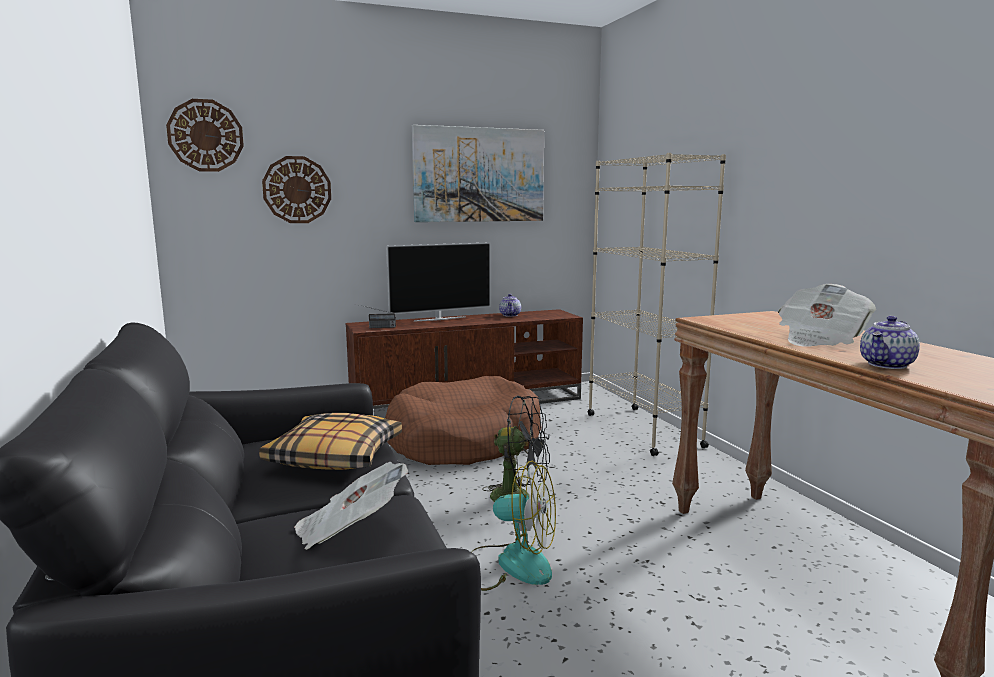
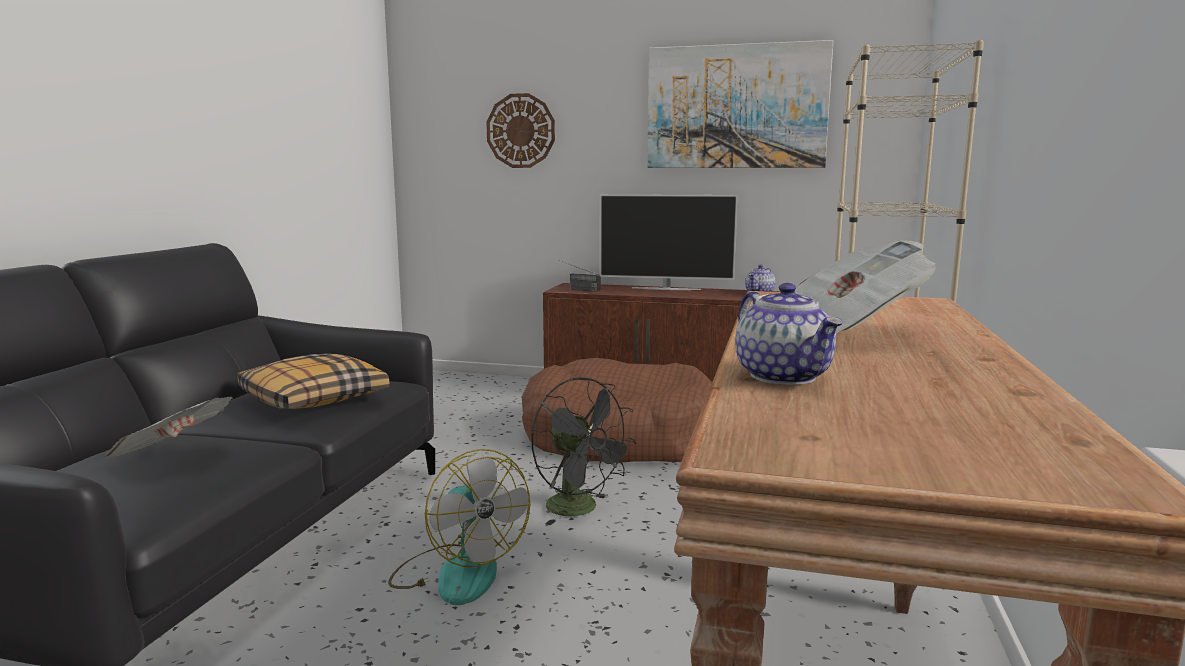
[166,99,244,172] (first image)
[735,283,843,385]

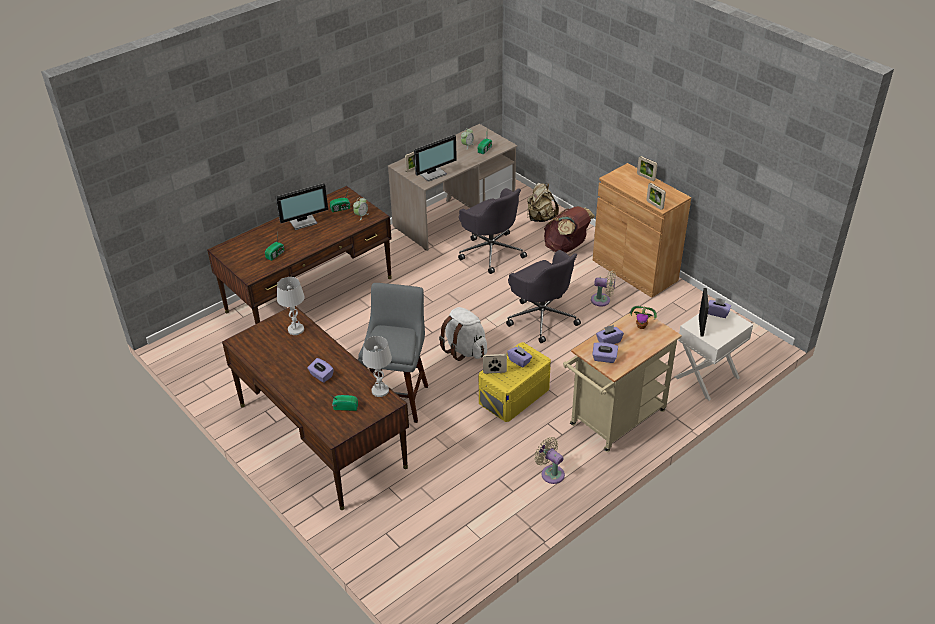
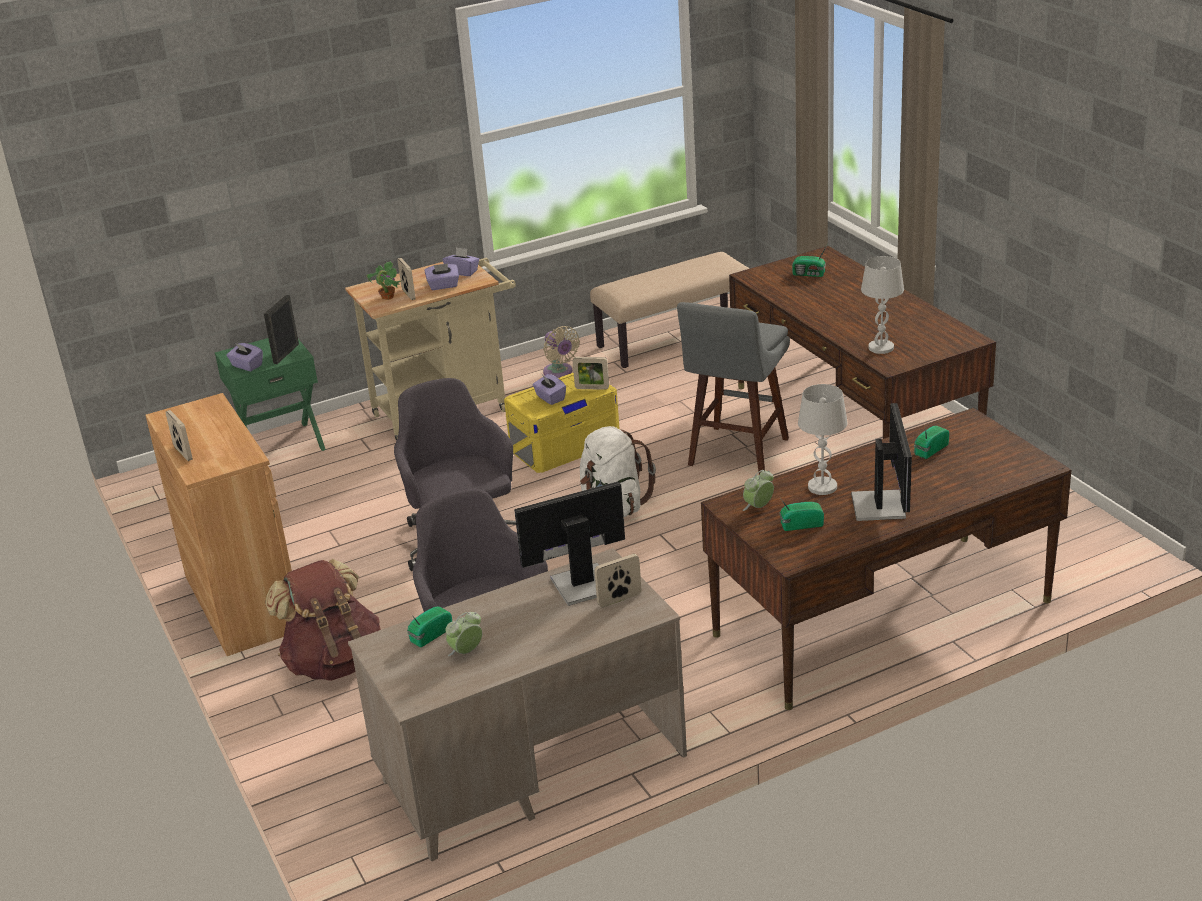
[851,403,912,521]
[307,358,334,383] (first image)
[798,384,848,495]
[527,183,559,222] (first image)
[591,270,616,306] (first image)
[397,258,416,300]
[215,338,326,451]
[590,252,750,368]

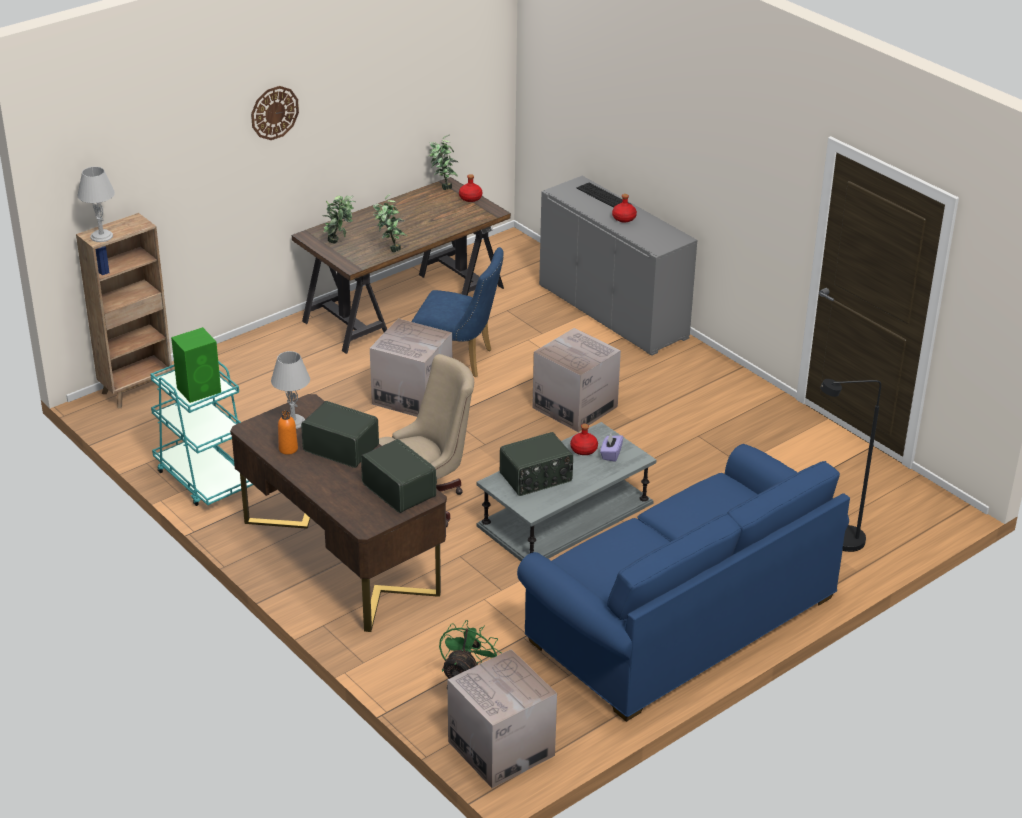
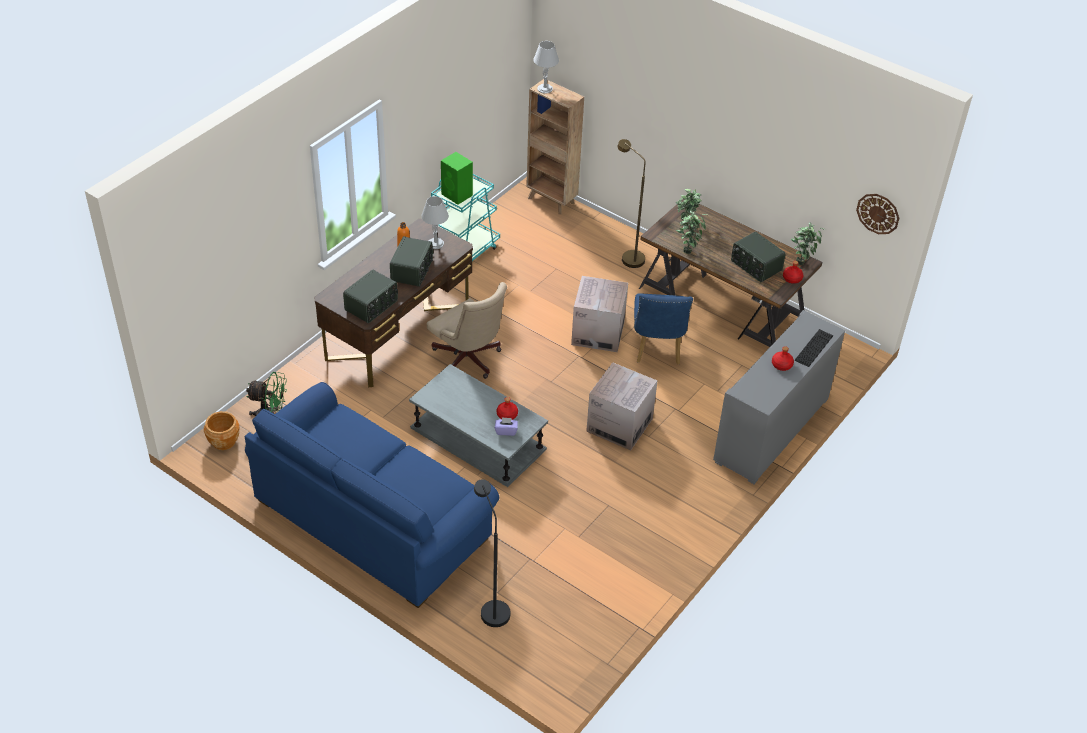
[856,194,899,234]
[204,411,239,450]
[731,232,785,282]
[617,139,645,268]

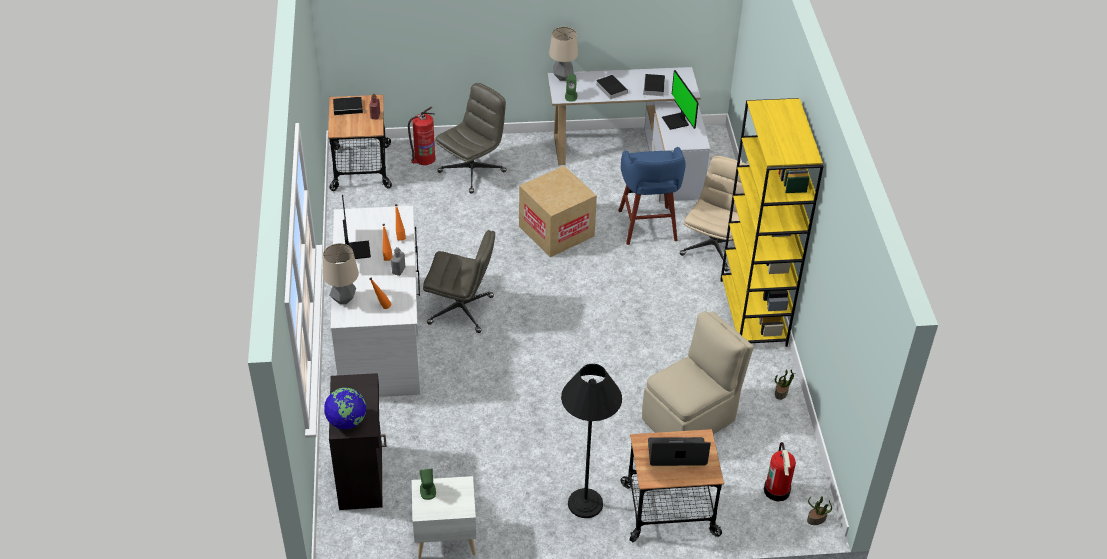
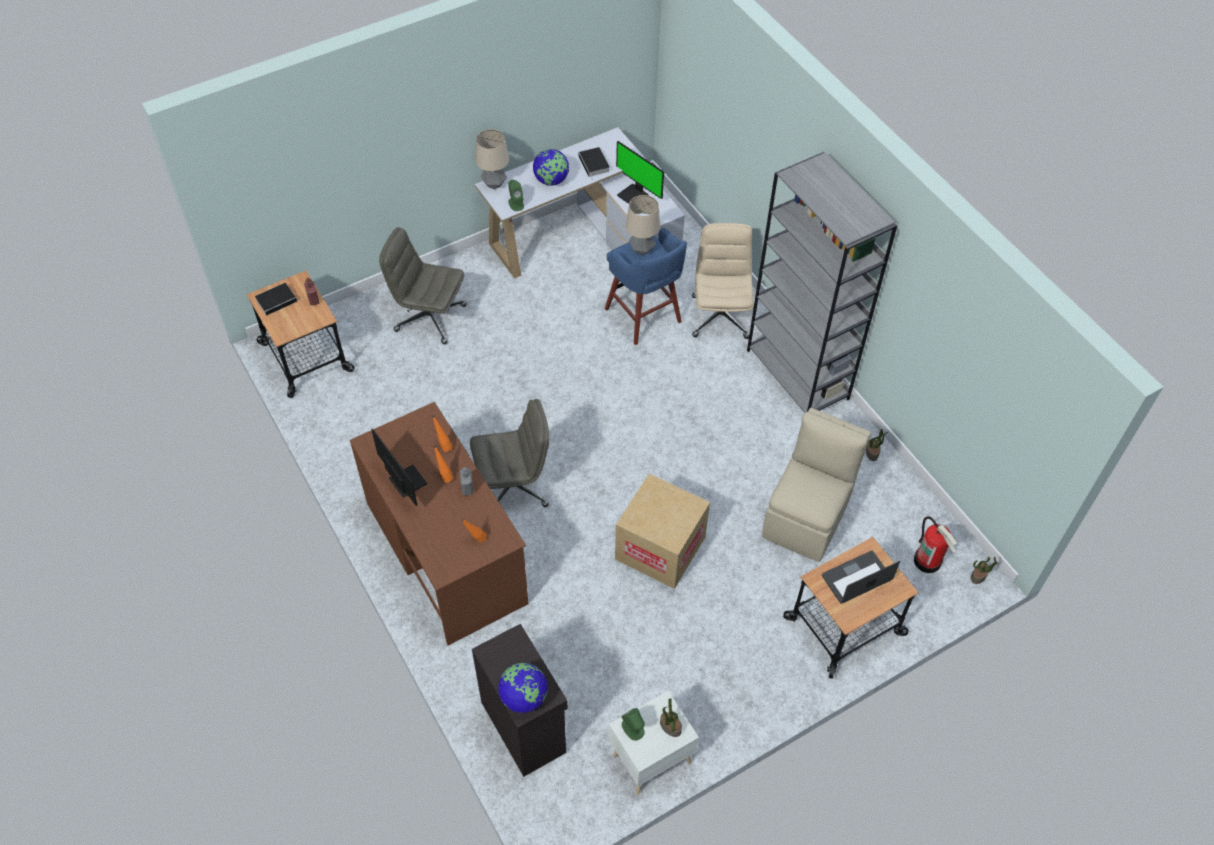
[626,195,660,255]
[350,402,529,646]
[408,106,436,165] (first image)
[379,227,467,344]
[615,474,710,589]
[561,364,622,518] (first image)
[533,149,569,186]
[747,152,898,413]
[660,698,682,737]

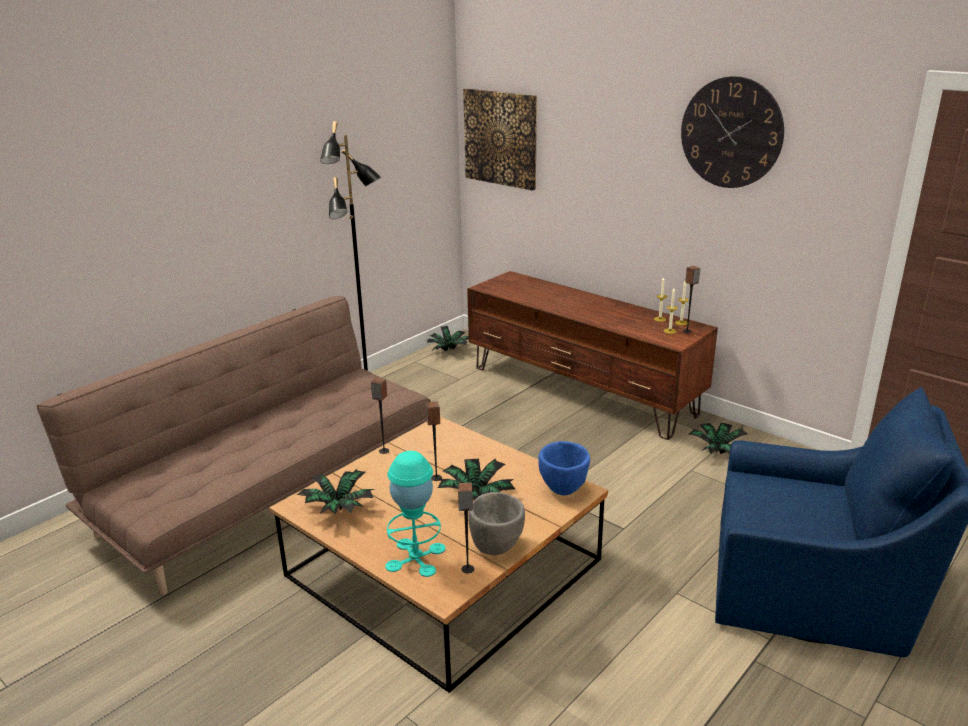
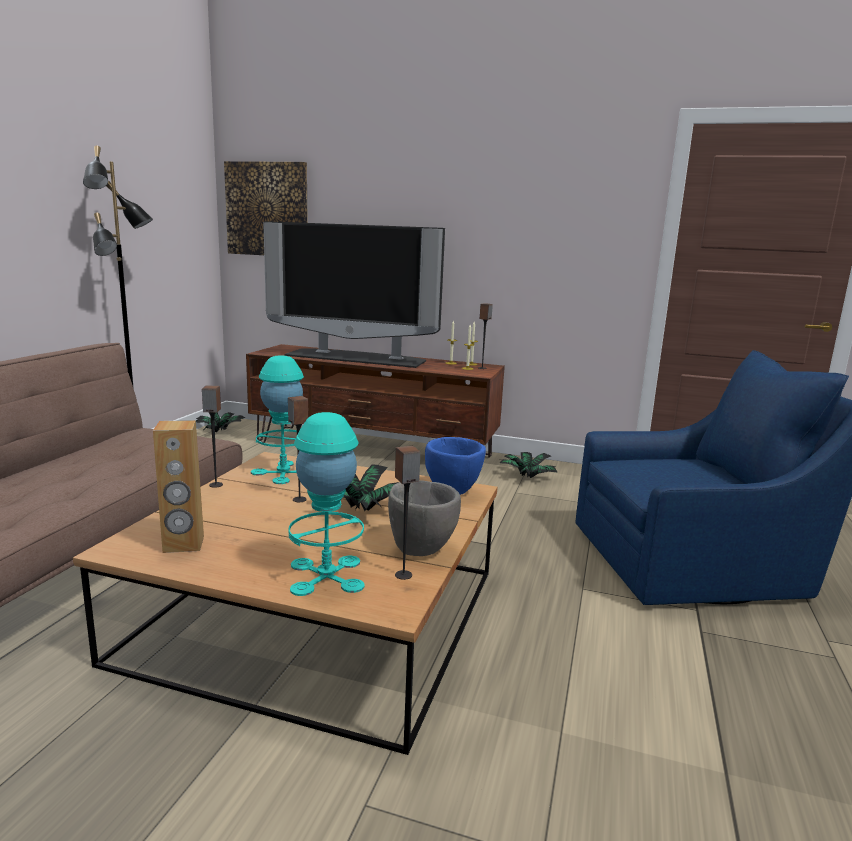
[153,420,204,553]
[681,76,784,188] (first image)
[251,355,304,484]
[263,221,445,368]

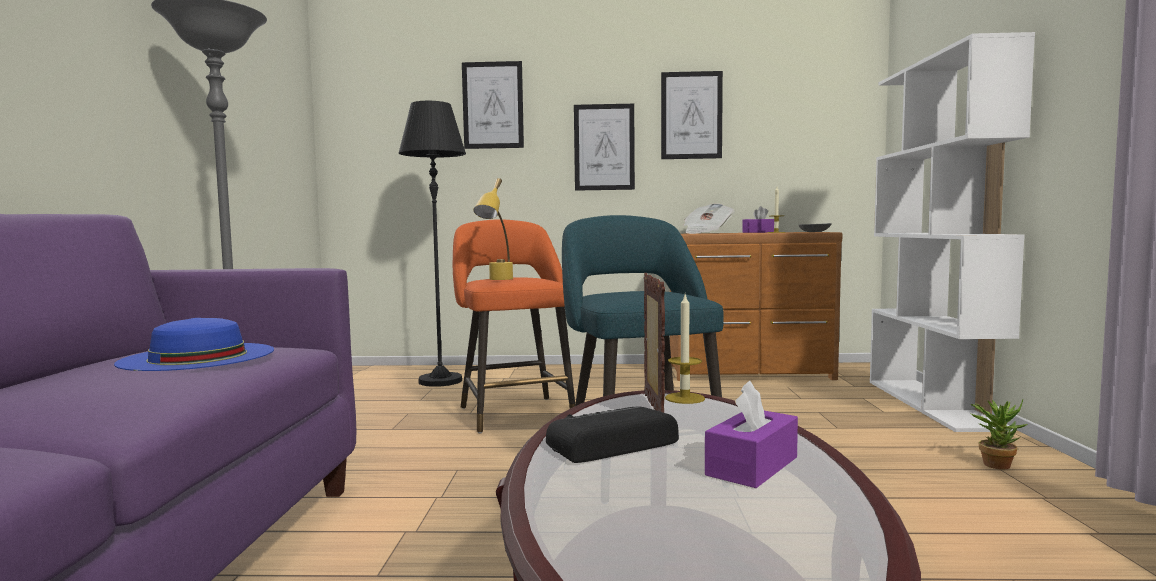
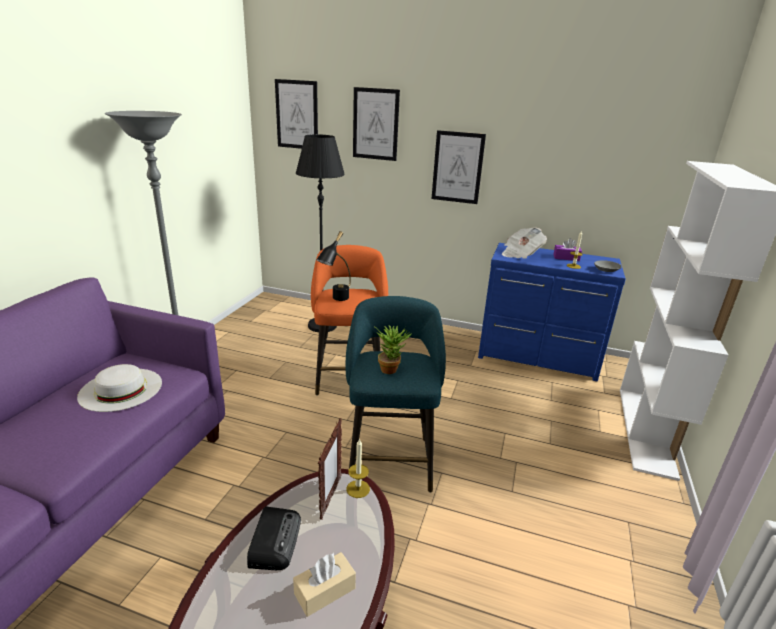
[77,364,162,412]
[316,231,351,301]
[247,507,301,570]
[275,79,318,149]
[478,243,626,382]
[293,552,356,617]
[375,325,412,374]

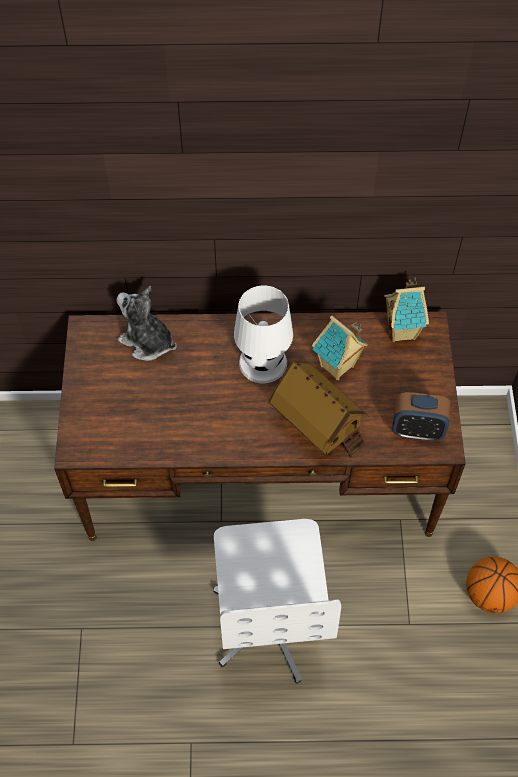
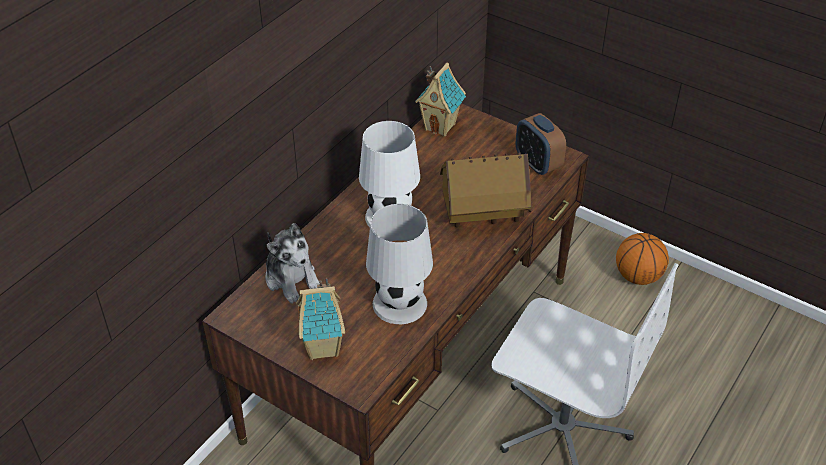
[265,223,320,303]
[296,278,345,360]
[516,113,566,175]
[366,204,433,324]

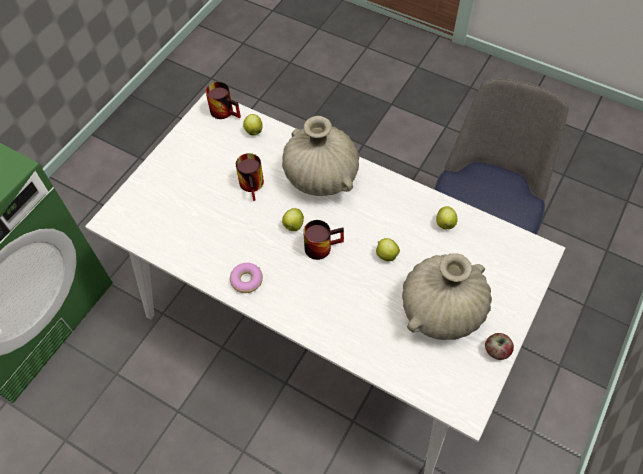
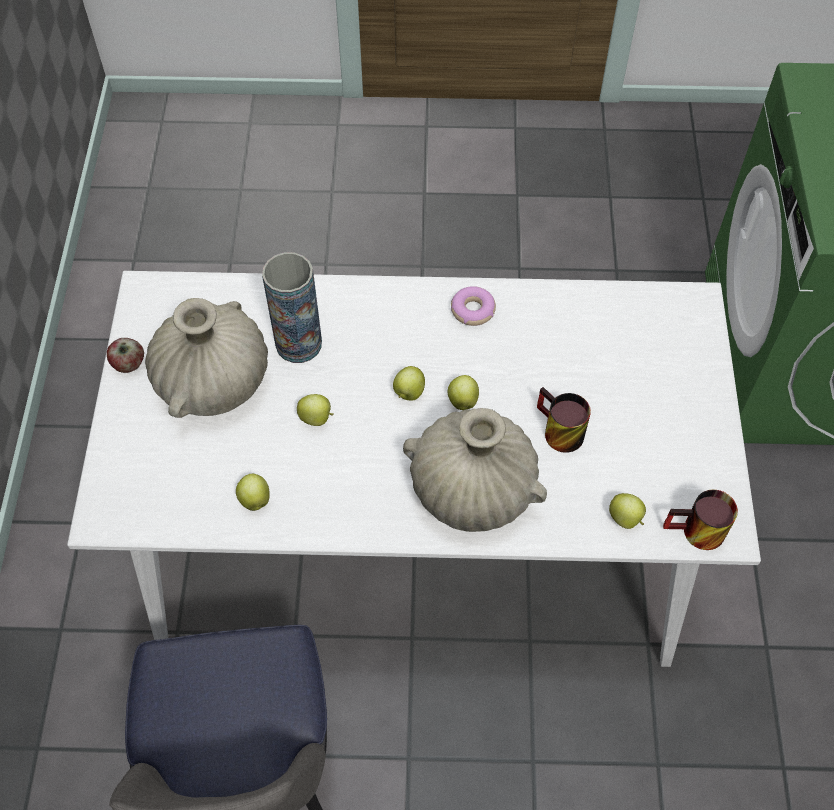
[393,366,425,401]
[262,252,322,363]

